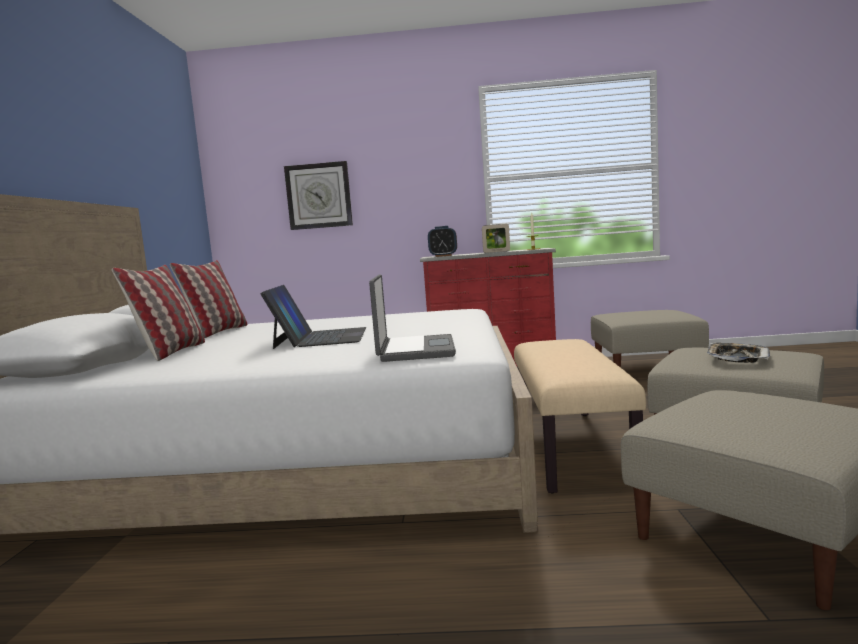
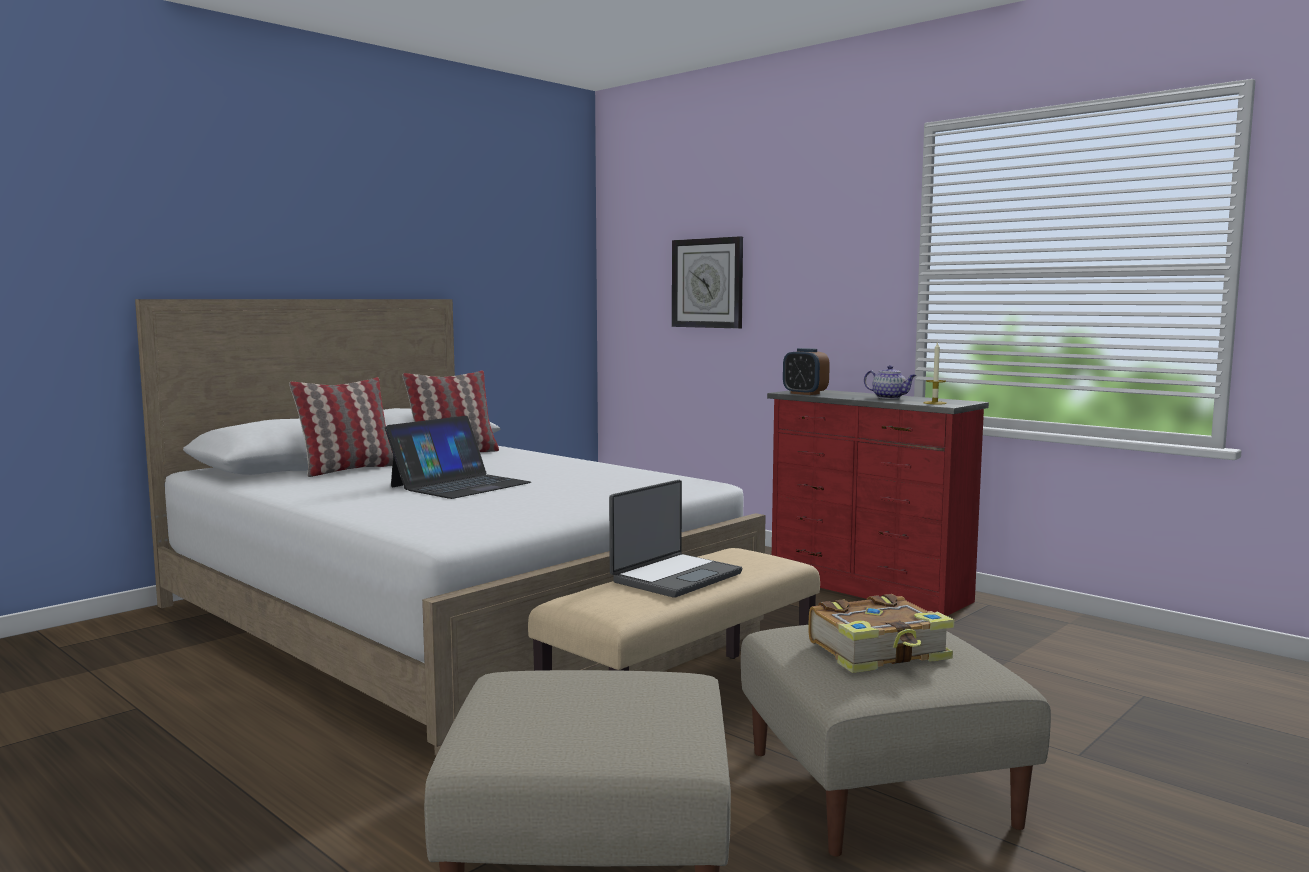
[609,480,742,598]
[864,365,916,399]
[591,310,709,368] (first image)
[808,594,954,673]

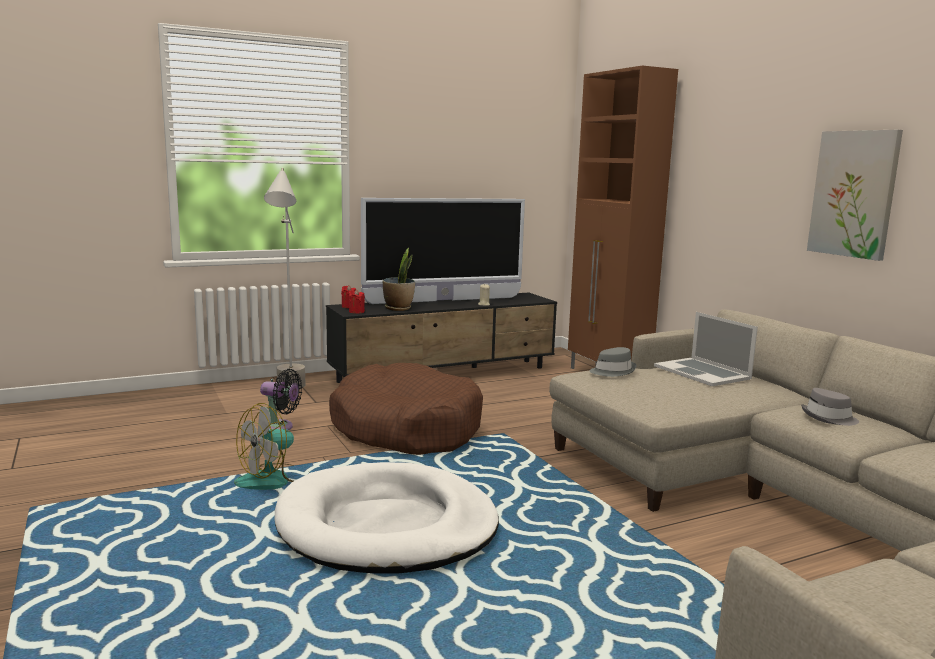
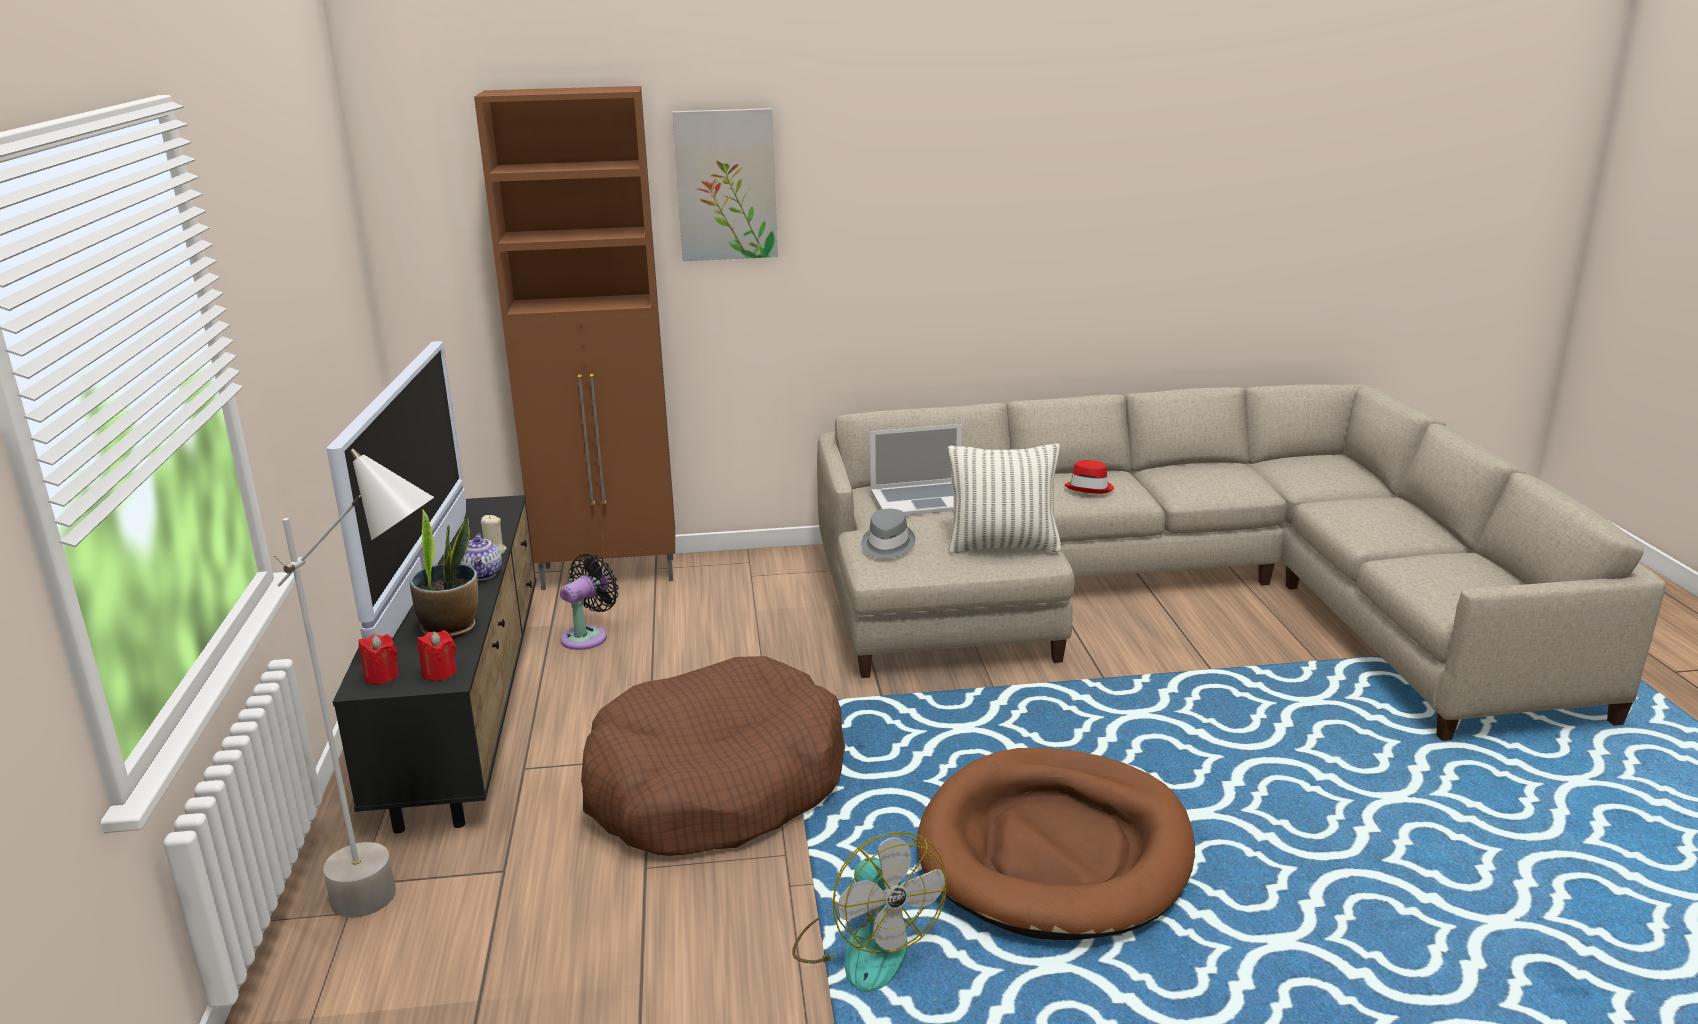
[560,553,619,650]
[917,748,1195,940]
[1064,460,1114,494]
[672,108,778,261]
[460,534,502,581]
[947,444,1062,554]

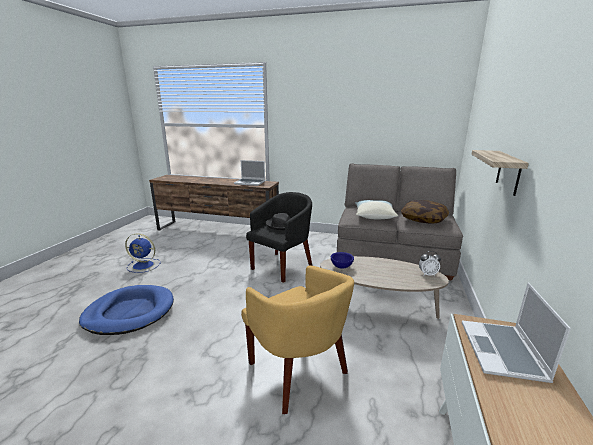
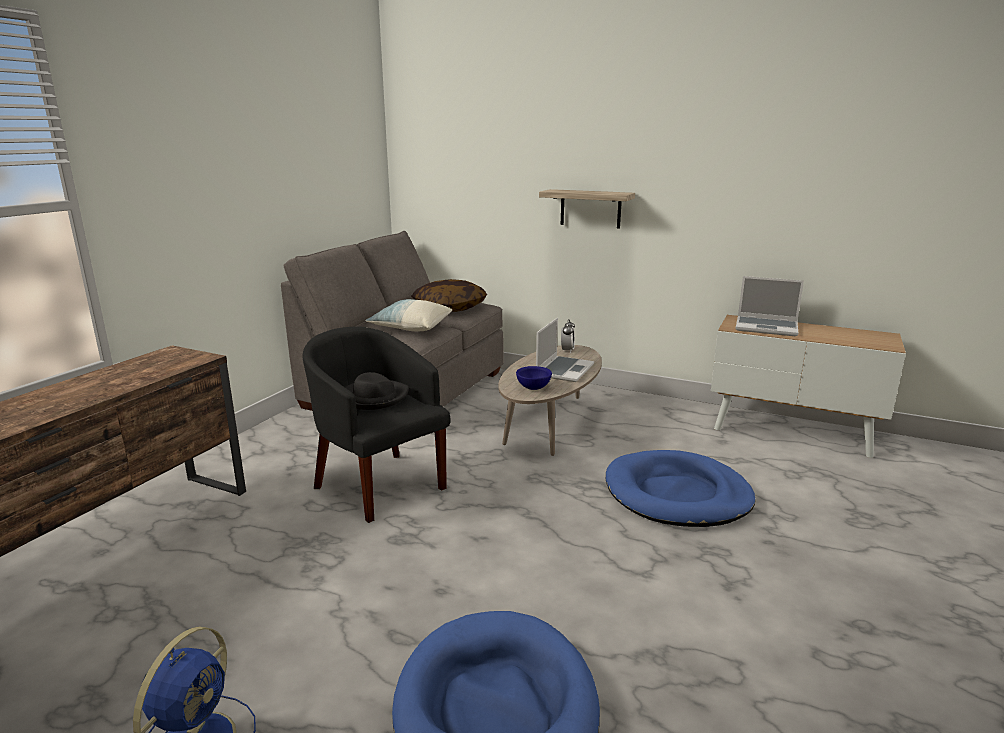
[536,318,594,382]
[606,450,756,527]

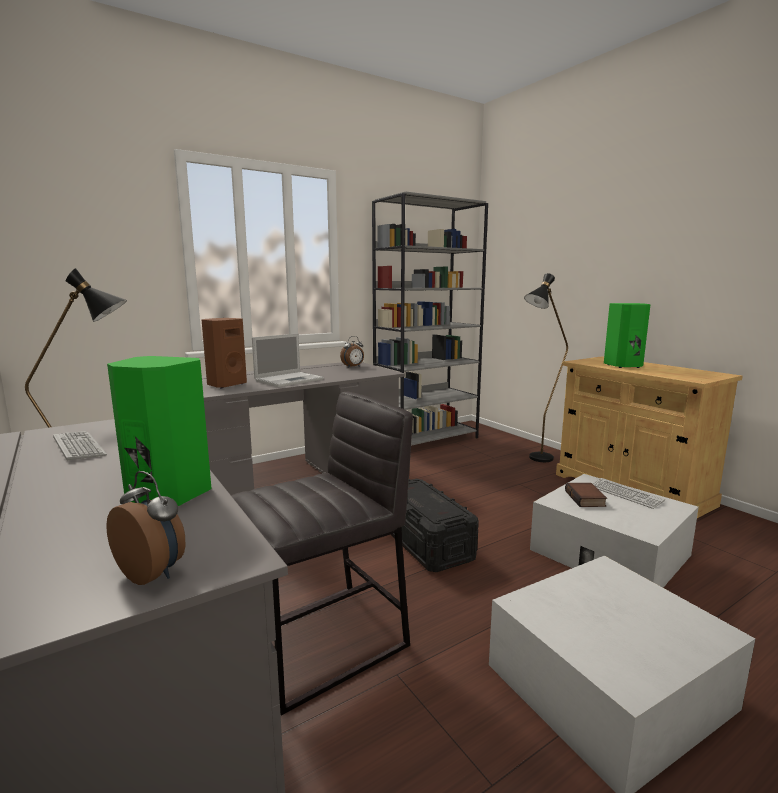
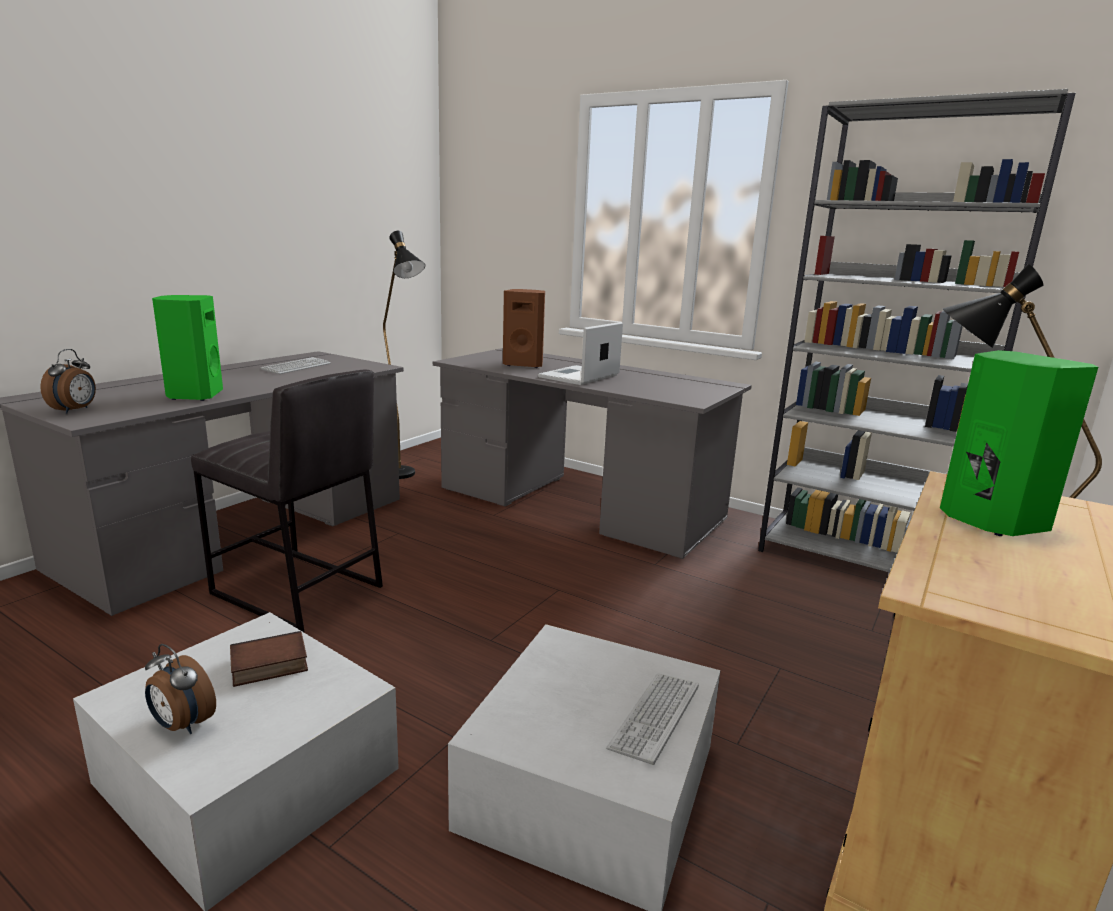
[538,322,623,385]
[145,644,216,734]
[391,479,479,572] (first image)
[230,631,308,687]

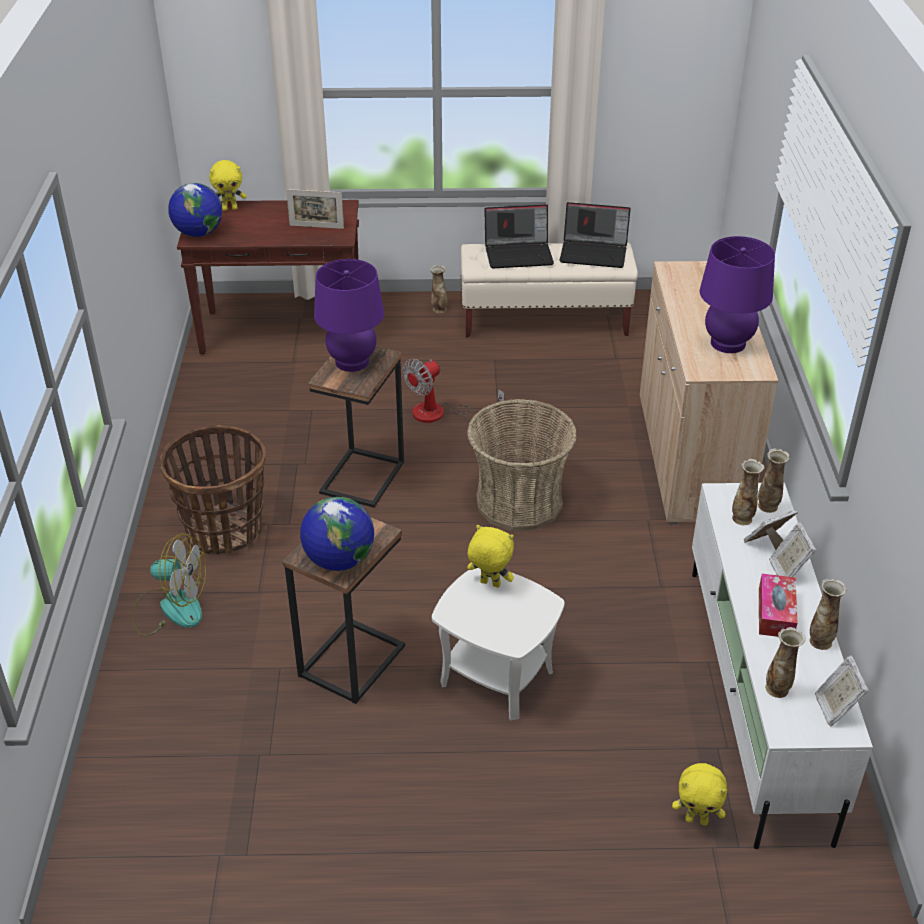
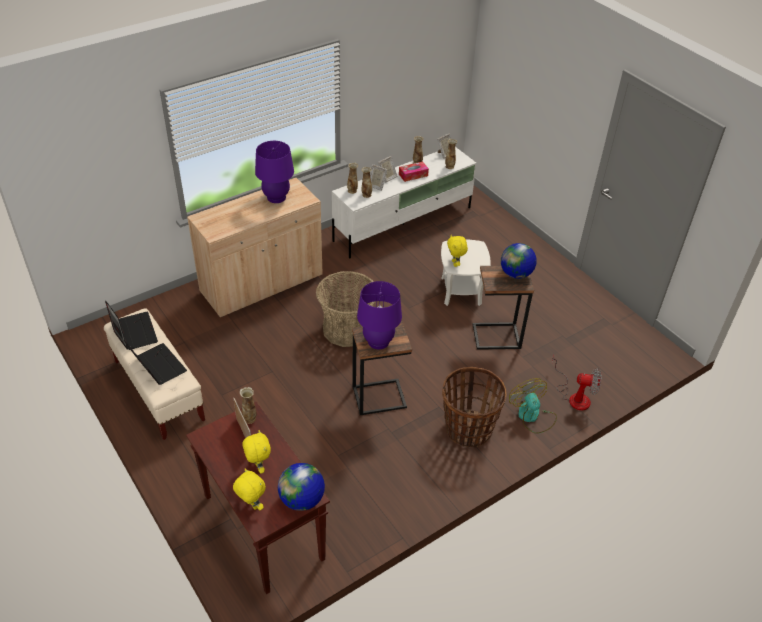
[552,355,601,411]
[240,387,257,424]
[242,430,271,474]

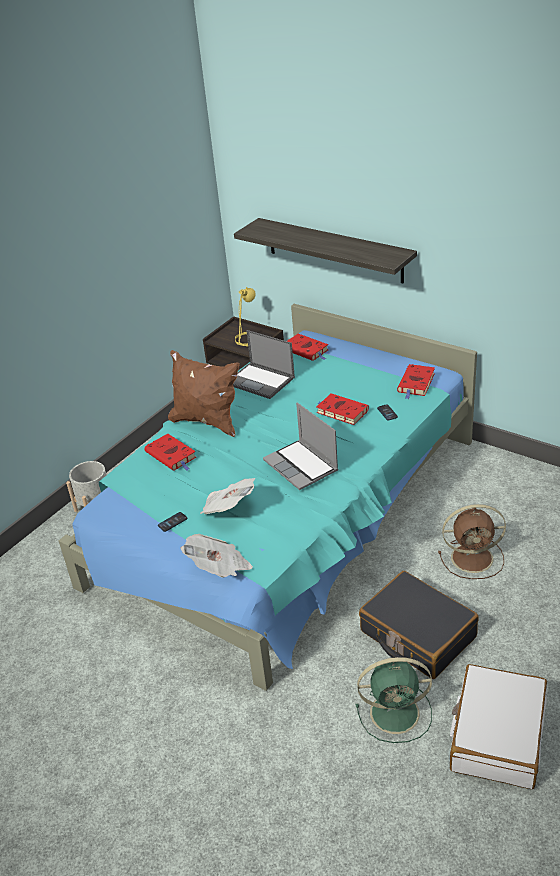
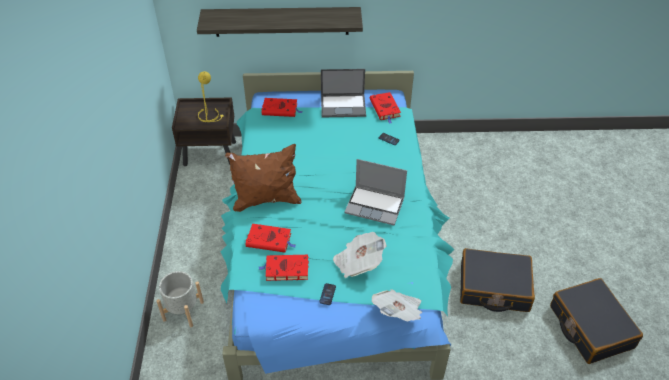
[321,69,366,118]
[258,255,309,281]
[356,657,432,743] (first image)
[438,504,506,579] (first image)
[550,278,643,364]

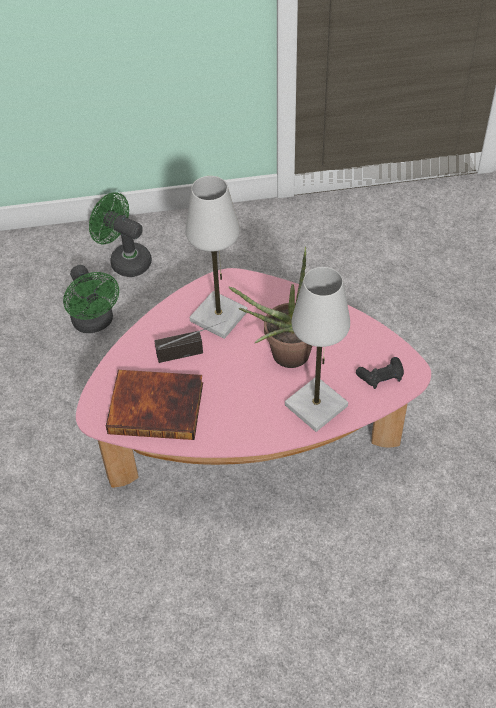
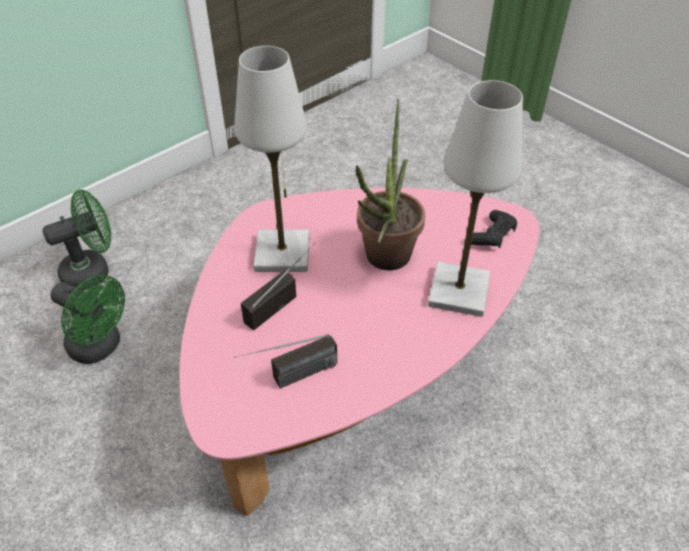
[42,190,111,291]
[234,334,337,389]

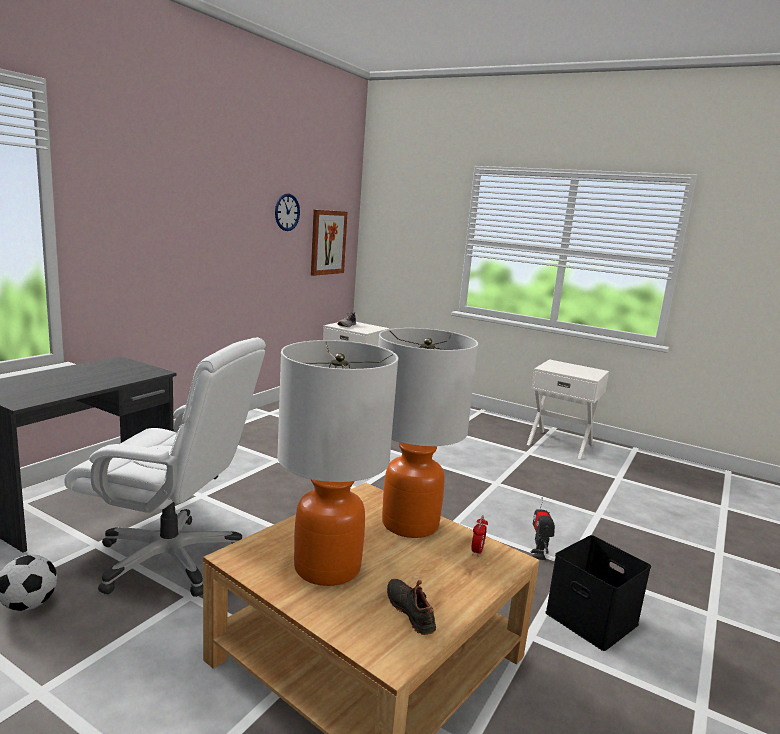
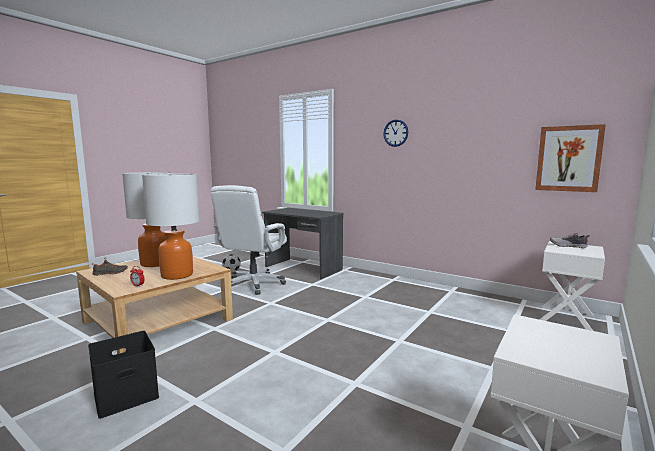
[383,119,408,147]
[530,497,555,560] (first image)

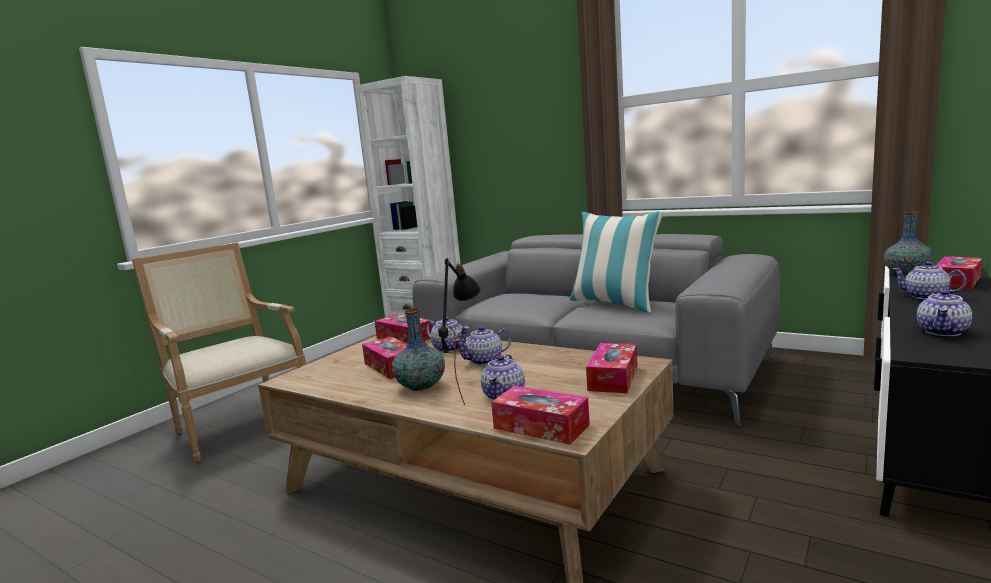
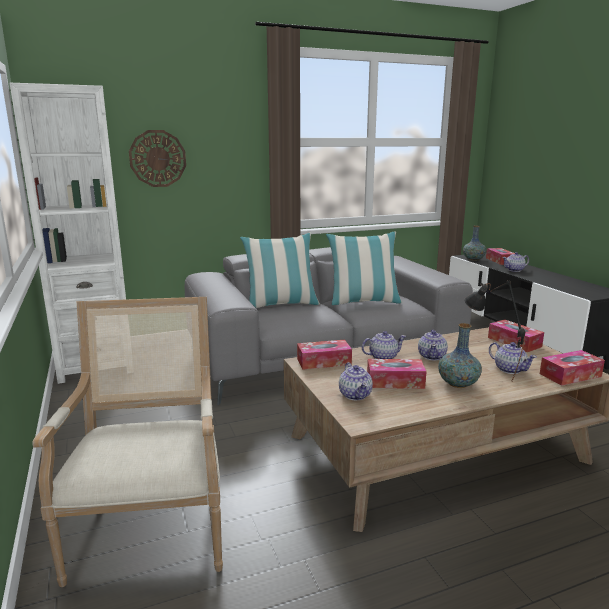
[32,297,223,587]
[339,362,373,400]
[129,130,186,187]
[240,233,320,308]

